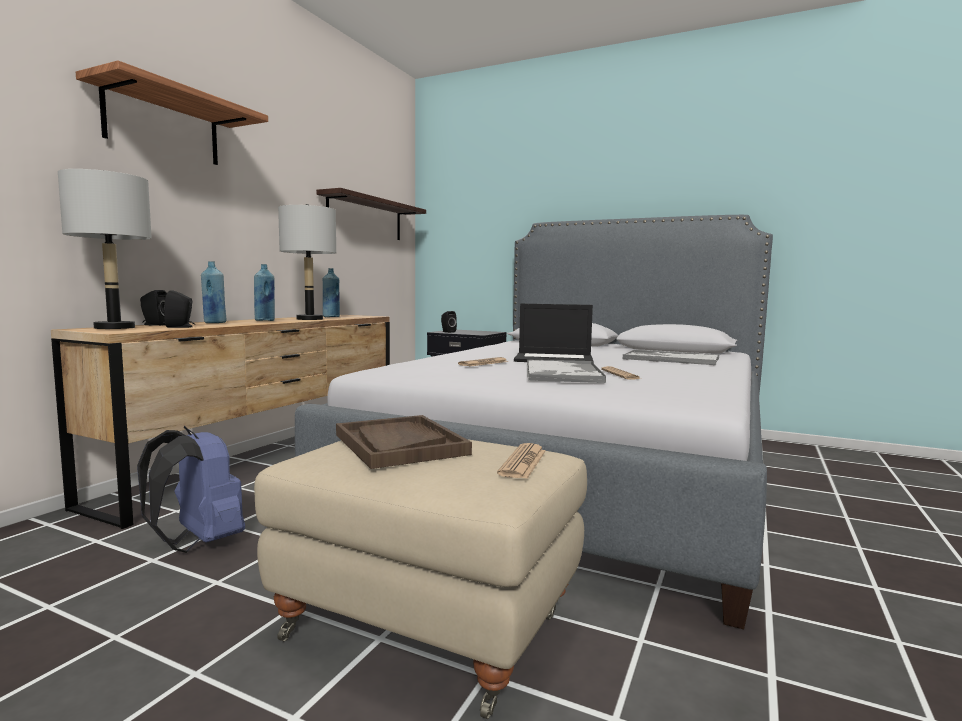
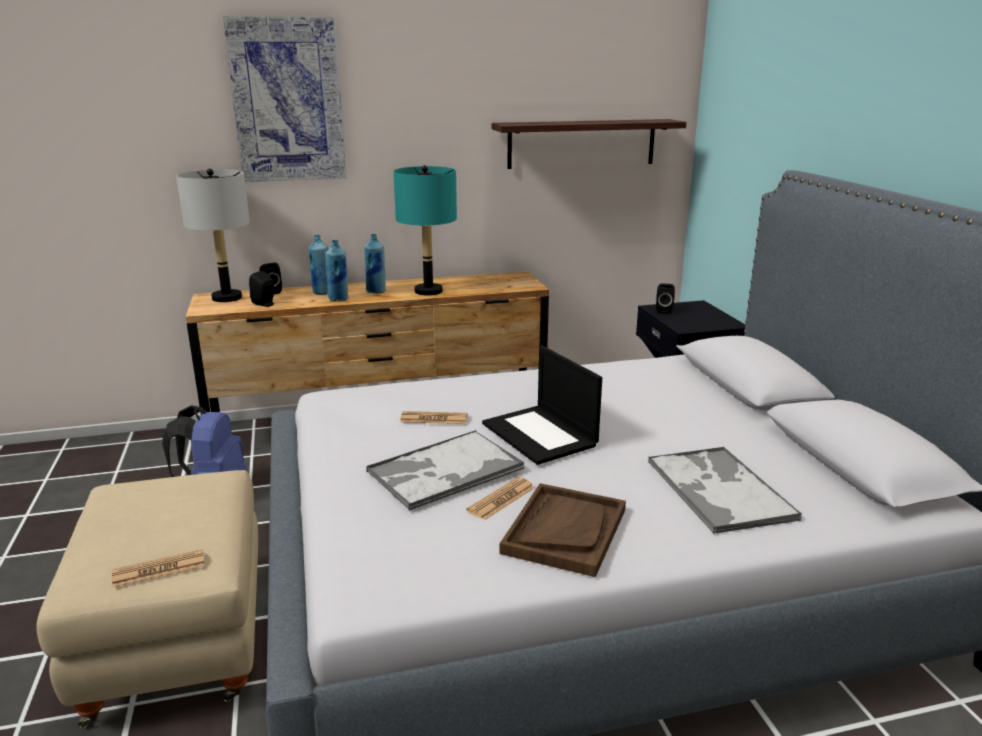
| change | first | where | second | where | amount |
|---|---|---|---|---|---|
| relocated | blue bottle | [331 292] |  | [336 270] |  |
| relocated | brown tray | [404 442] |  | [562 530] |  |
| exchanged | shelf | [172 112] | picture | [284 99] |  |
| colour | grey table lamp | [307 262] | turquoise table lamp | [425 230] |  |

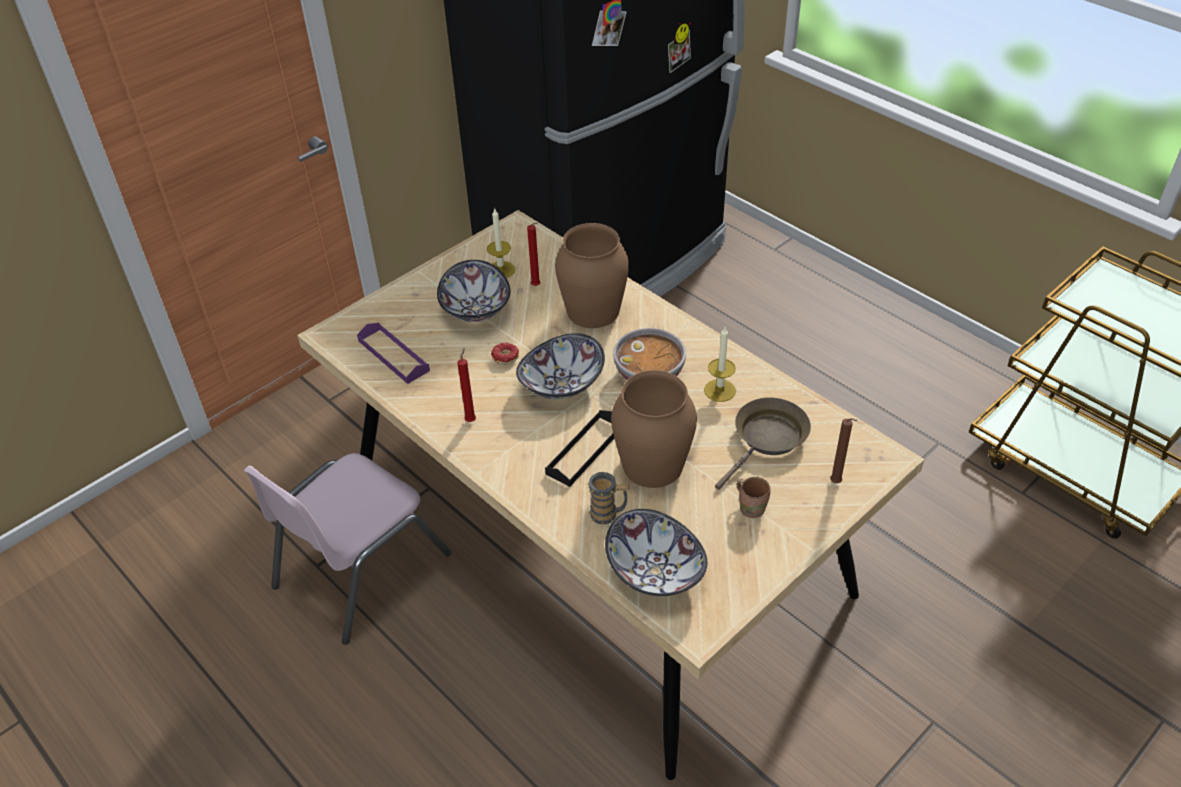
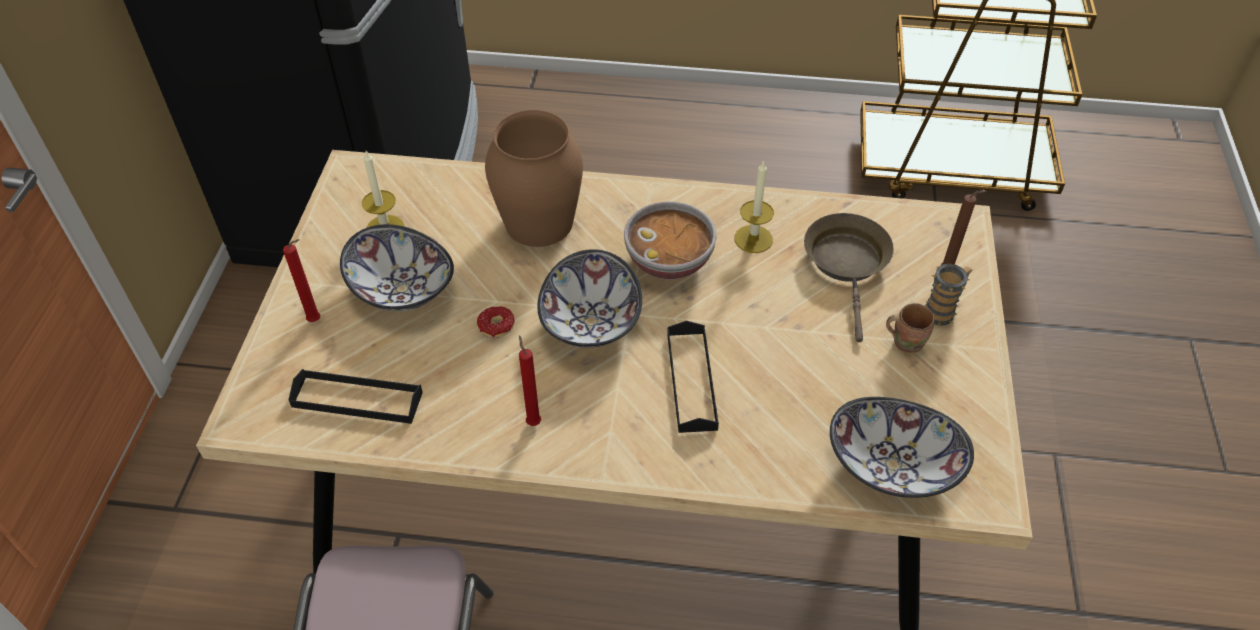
| change | first | where | second | where | amount |
|---|---|---|---|---|---|
| missing | brown vase | [654 429] |  |  |  |
| relocated | red candle | [534 254] |  | [301 280] |  |
| relocated | mug | [608 498] |  | [948 295] |  |
| colour | purple tray | [393 353] | black tray | [355 396] |  |

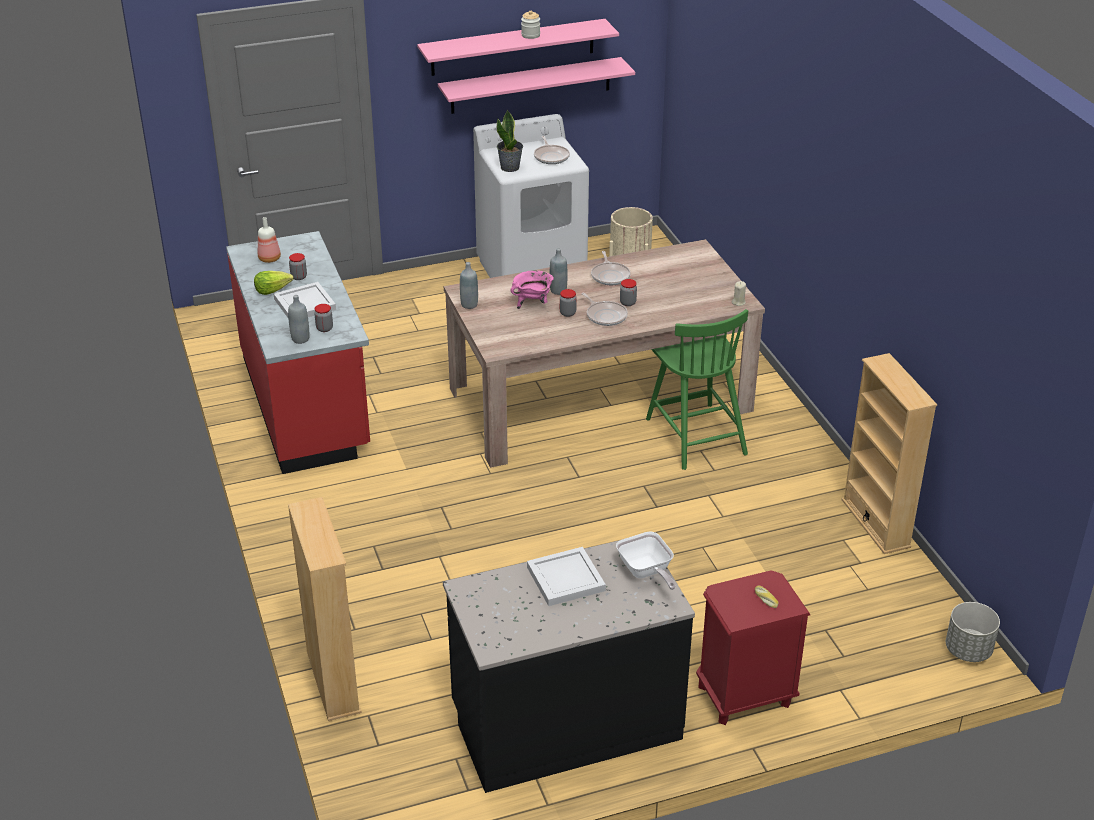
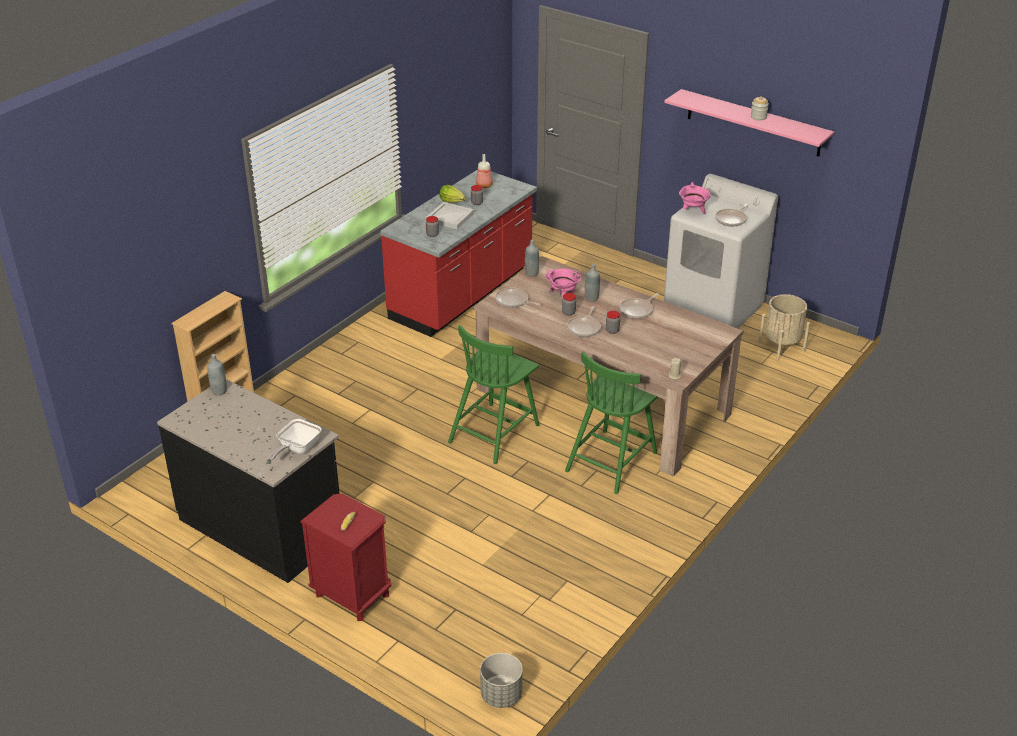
| change | first | where | second | where | amount |
|---|---|---|---|---|---|
| missing | pink shelf | [536 85] |  |  |  |
| missing | white tray | [566 576] |  |  |  |
| missing | beige bookcase | [889 453] |  |  |  |
| appeared |  |  | green chair | [493 394] |  |
| appeared |  |  | frying pan | [518 297] |  |
| relocated | grey bottle | [298 319] |  | [217 374] |  |
| exchanged | potted plant | [510 140] | pink cooking pot | [695 198] |  |

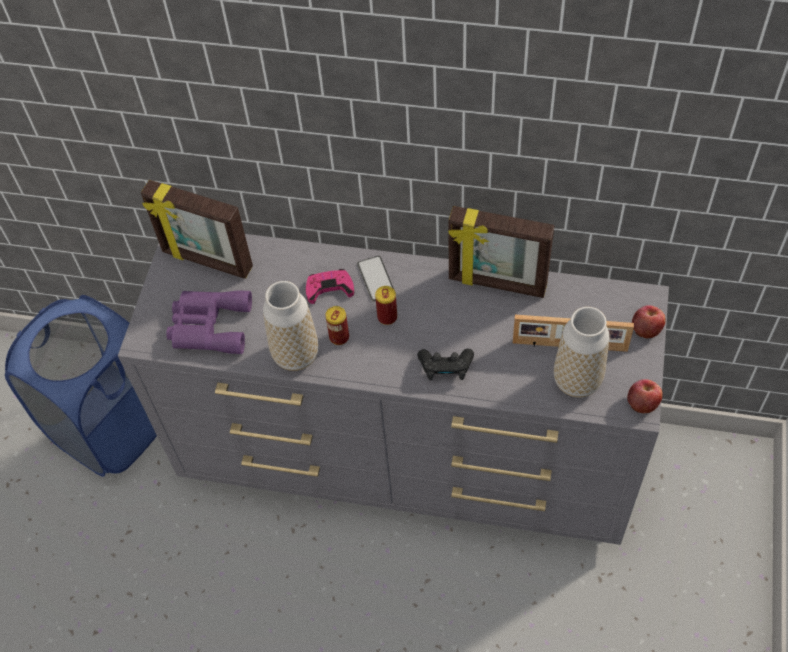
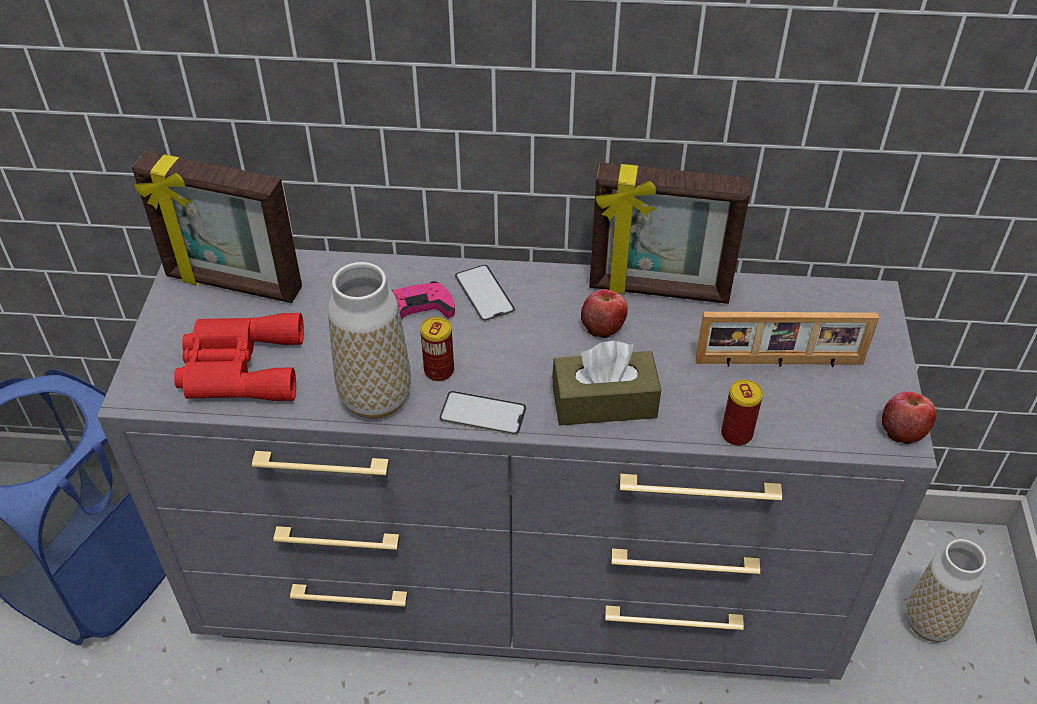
| change | first | where | second | where | amount |
|---|---|---|---|---|---|
| appeared |  |  | phone | [482 413] |  |
| relocated | can | [386 305] |  | [742 413] |  |
| relocated | vase | [581 352] |  | [946 590] |  |
| relocated | apple | [649 322] |  | [604 313] |  |
| exchanged | black game controller | [446 364] | brown tissue box | [606 383] |  |
| colour | purple binoculars | [209 322] | red binoculars | [239 357] |  |

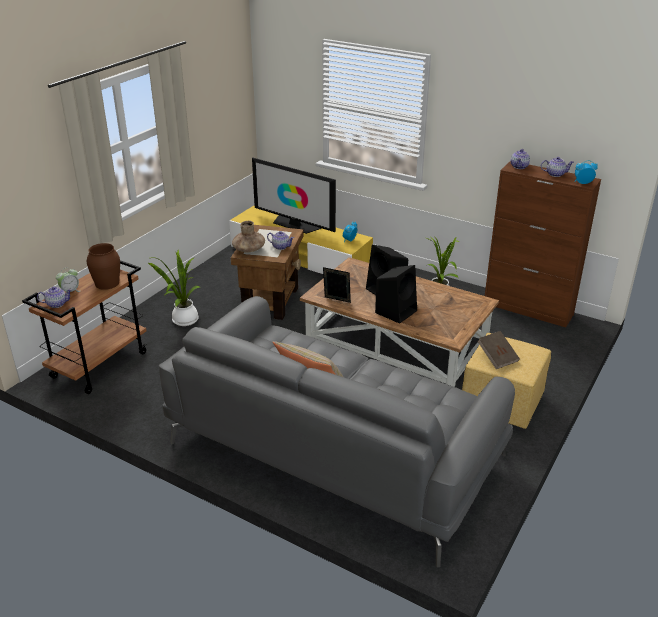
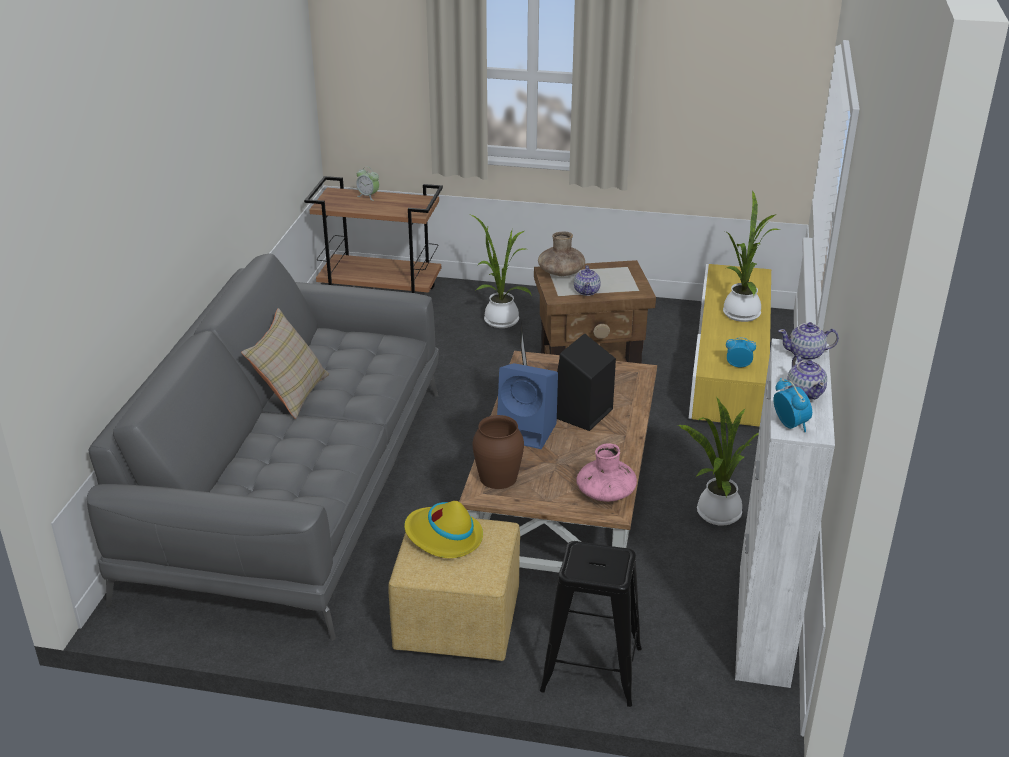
| change | first | where | second | where | amount |
|---|---|---|---|---|---|
| missing | teapot | [54 297] |  |  |  |
| appeared |  |  | black stool | [591 624] |  |
| appeared |  |  | pink vase | [606 472] |  |
| relocated | brown vase | [103 266] |  | [498 452] |  |
| exchanged | television | [294 195] | potted plant | [752 256] |  |
| exchanged | brown book | [498 350] | yellow hat | [443 529] |  |
| colour | black speaker | [396 294] | blue speaker | [527 406] |  |
| colour | brown cabinet | [543 244] | white cabinet | [785 513] |  |

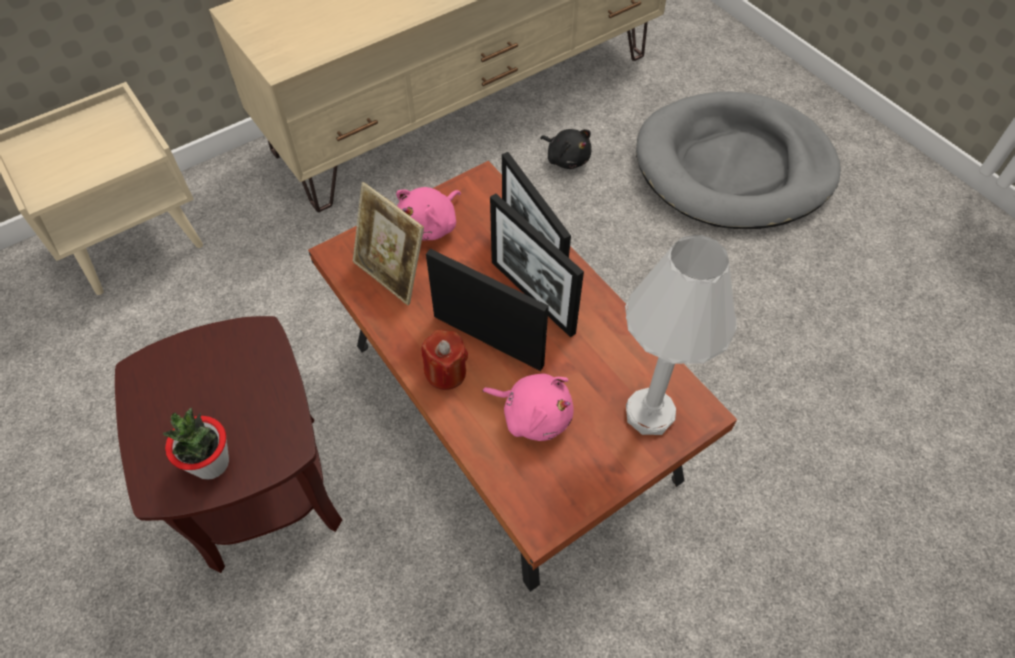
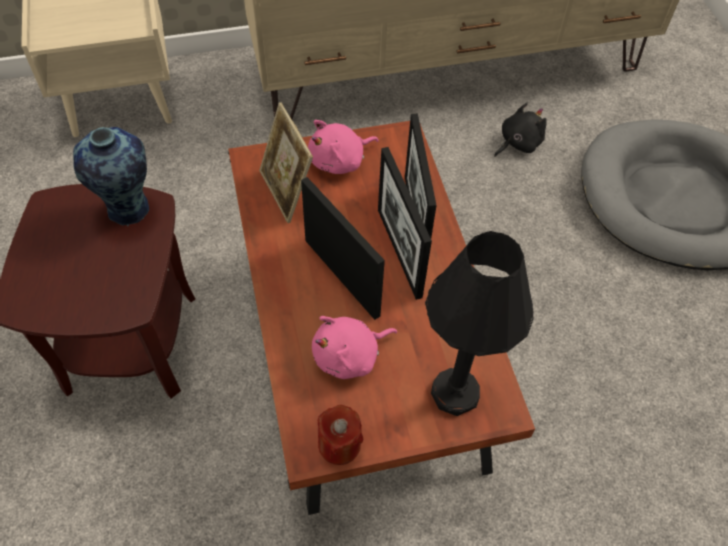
| change | first | where | second | where | amount |
|---|---|---|---|---|---|
| missing | potted plant | [196 444] |  |  |  |
| appeared |  |  | vase | [111 176] |  |
| relocated | red candle | [444 360] |  | [341 435] |  |
| colour | white table lamp | [681 335] | black table lamp | [479 323] |  |
| spun | pink plush toy | [528 407] |  | [354 347] | 105 degrees clockwise |
| spun | black plush toy | [565 149] |  | [520 130] | 105 degrees counterclockwise |

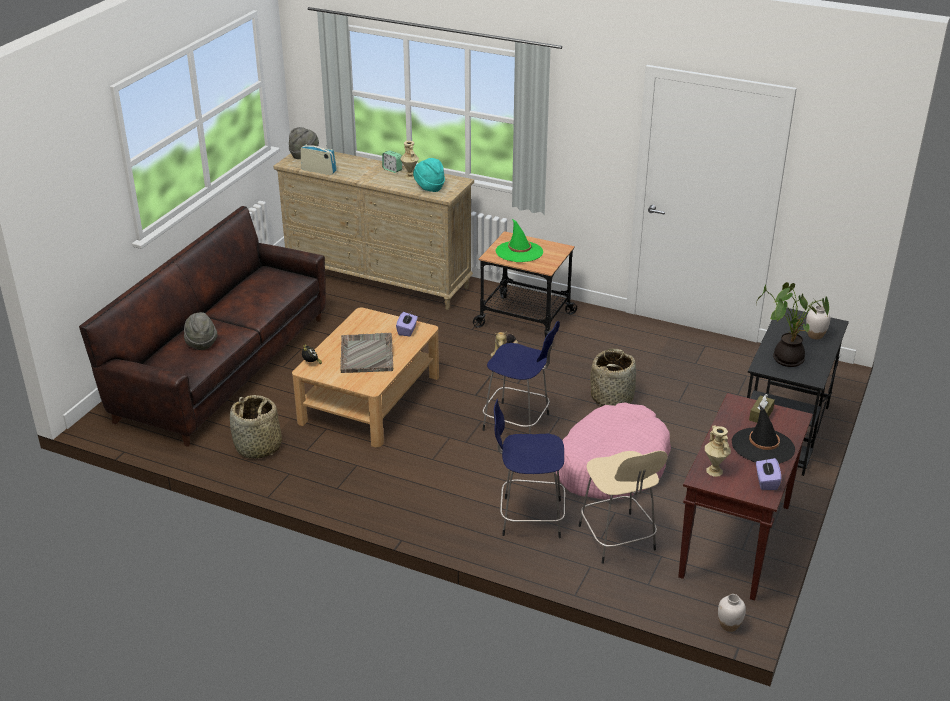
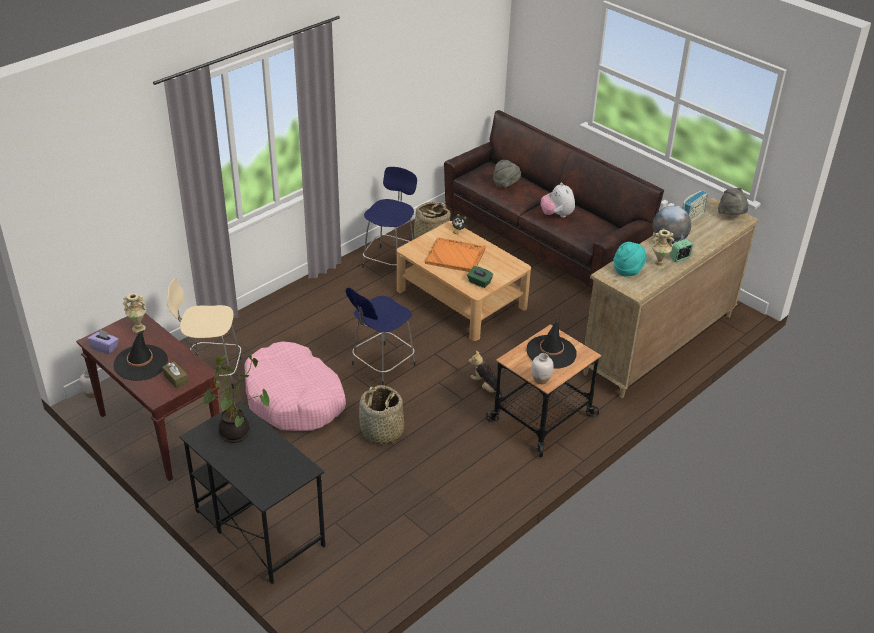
| change | first | where | second | where | amount |
|---|---|---|---|---|---|
| appeared |  |  | plush toy | [557 200] |  |
| appeared |  |  | globe | [672 225] |  |
| relocated | blue stool | [529 468] |  | [389 217] |  |
| relocated | white vase | [818 322] |  | [542 368] |  |
| colour | grey tray | [367 353] | orange tray | [455 255] |  |
| colour | purple tissue box | [407 324] | green tissue box | [480 277] |  |
| colour | green hat | [519 240] | black hat | [551 343] |  |

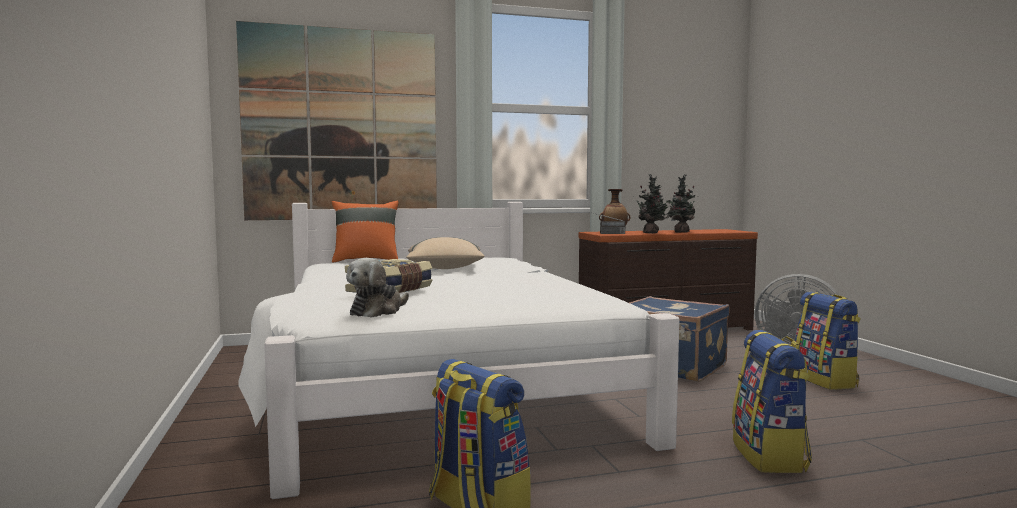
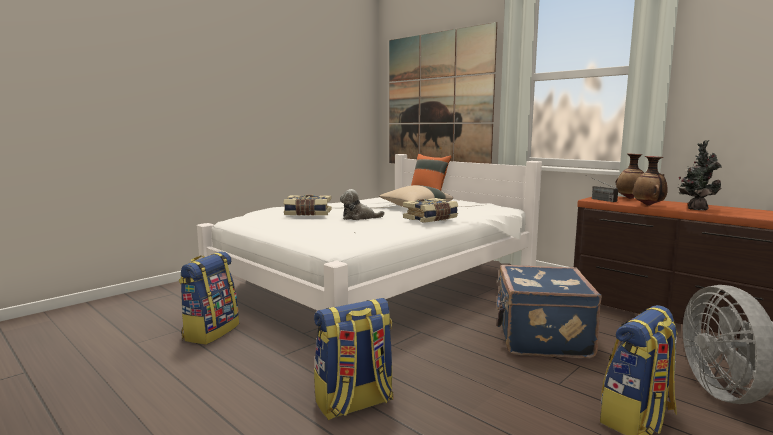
| change | first | where | second | where | amount |
|---|---|---|---|---|---|
| appeared |  |  | book | [430 210] |  |
| relocated | plush toy | [377 288] |  | [362 204] |  |
| exchanged | potted plant | [655 203] | vase | [650 181] |  |

